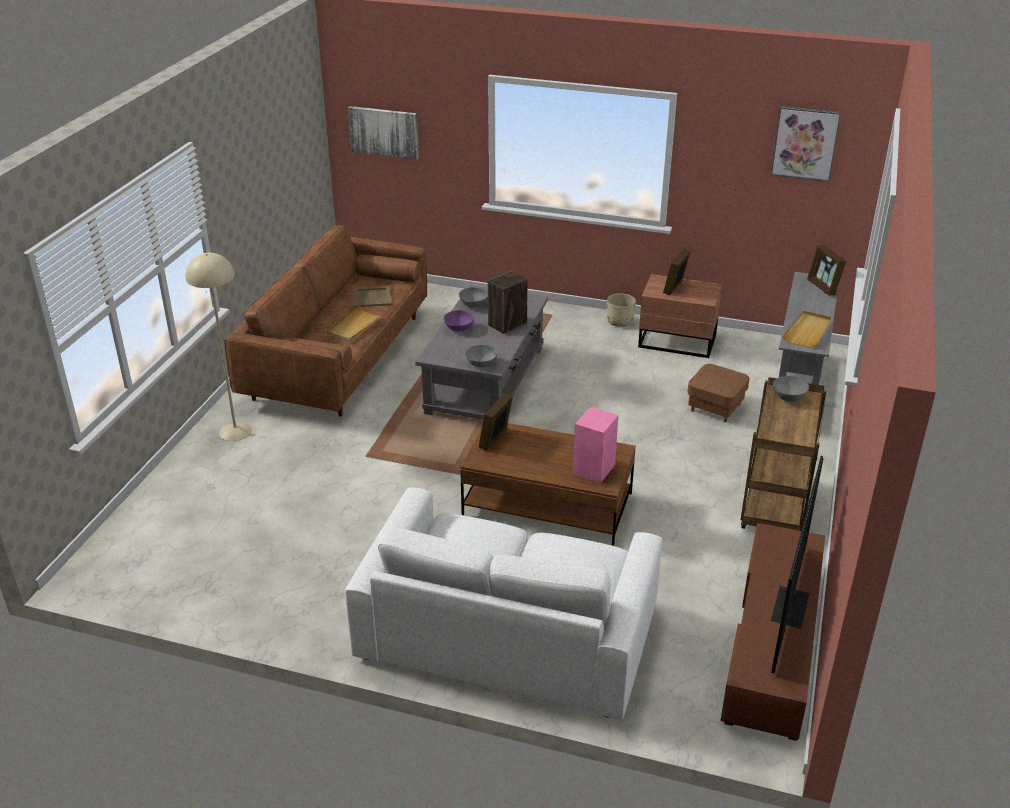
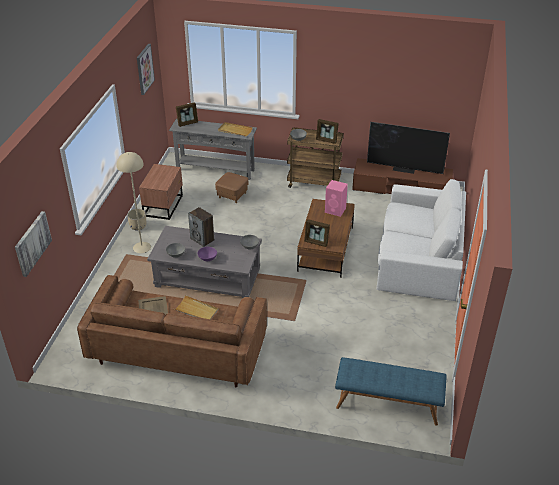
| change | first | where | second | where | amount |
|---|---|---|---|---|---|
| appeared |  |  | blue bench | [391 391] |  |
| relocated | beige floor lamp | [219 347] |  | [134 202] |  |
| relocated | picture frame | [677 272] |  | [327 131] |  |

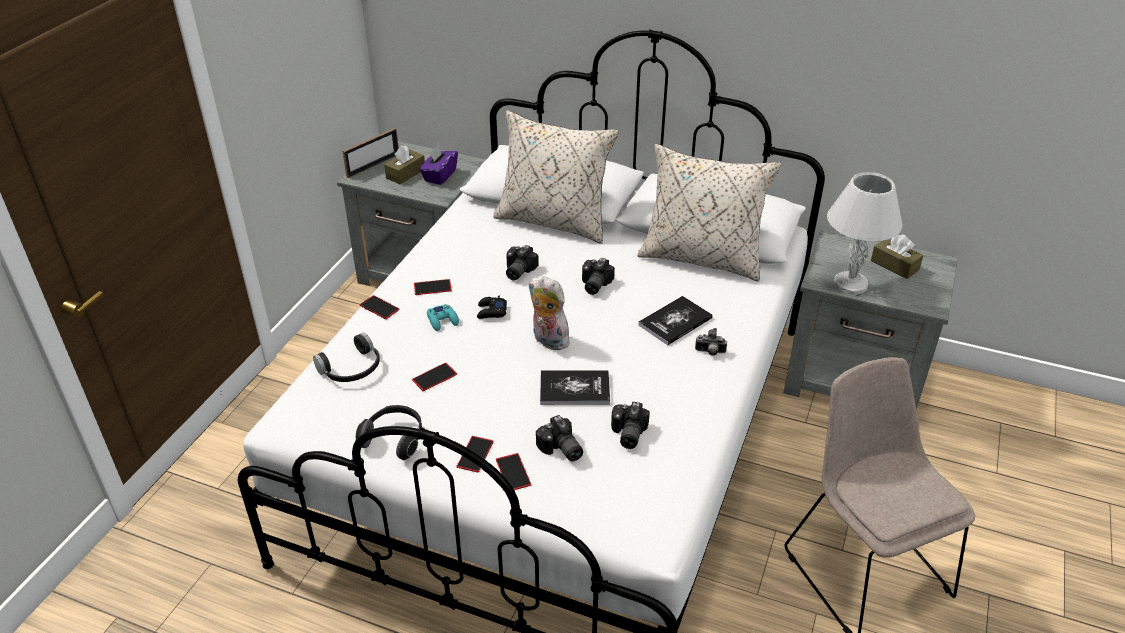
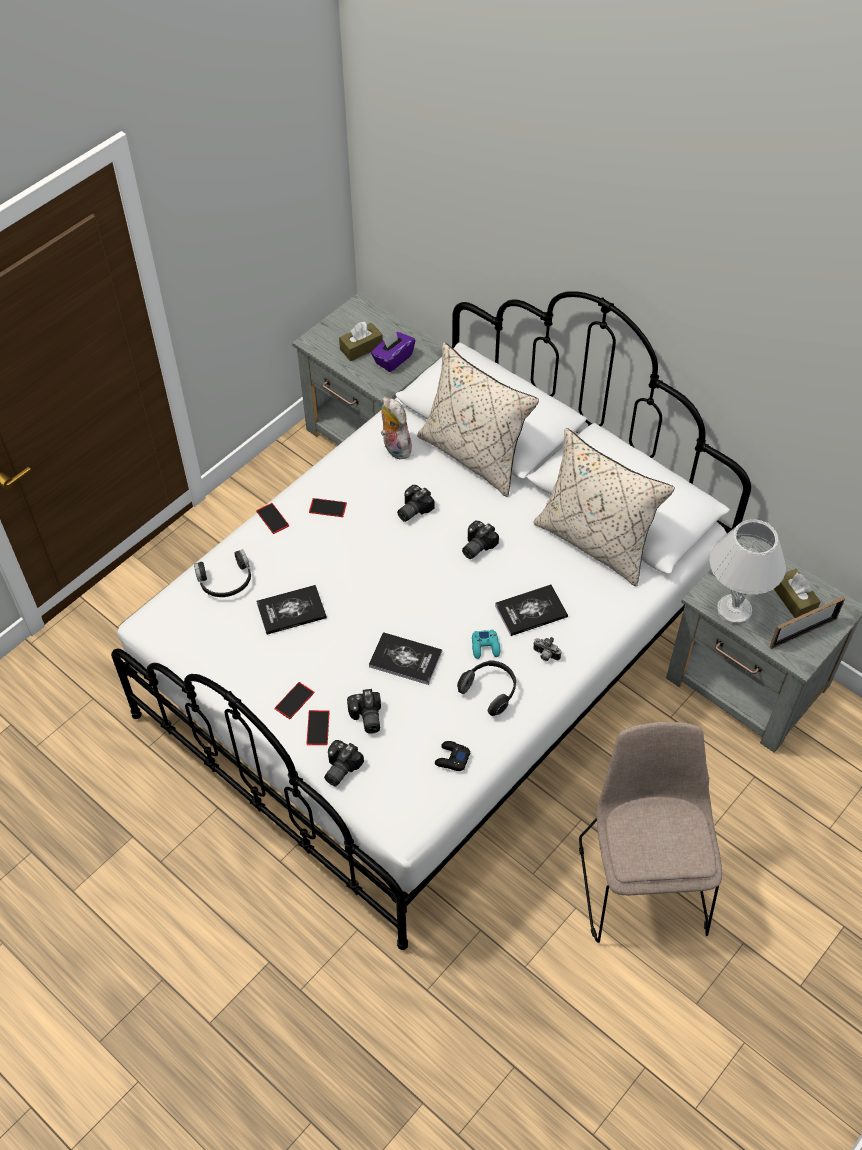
| change | first | where | second | where | amount |
|---|---|---|---|---|---|
| relocated | picture frame | [370 153] |  | [807 623] |  |
| relocated | headphones | [389 432] |  | [486 688] |  |
| relocated | turquoise game controller | [443 317] |  | [486 644] |  |
| relocated | black game controller | [492 307] |  | [453 756] |  |
| relocated | plush toy | [549 313] |  | [396 428] |  |
| relocated | photo camera | [630 425] |  | [344 763] |  |
| exchanged | phone | [434 377] | book | [291 610] |  |

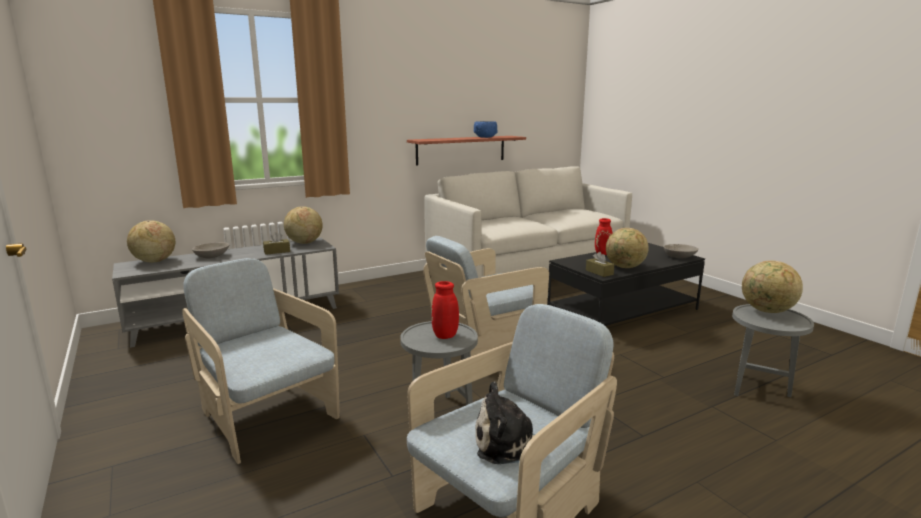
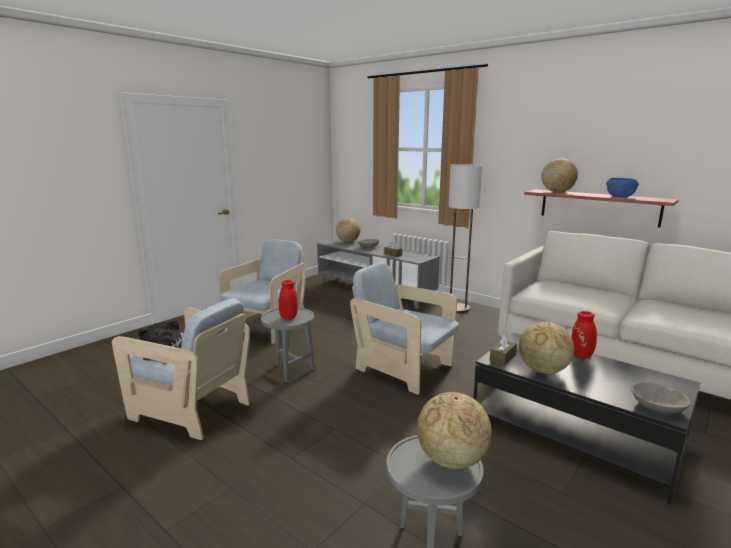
| change | first | where | second | where | amount |
|---|---|---|---|---|---|
| appeared |  |  | floor lamp | [465 238] |  |
| relocated | globe | [303 225] |  | [559 175] |  |

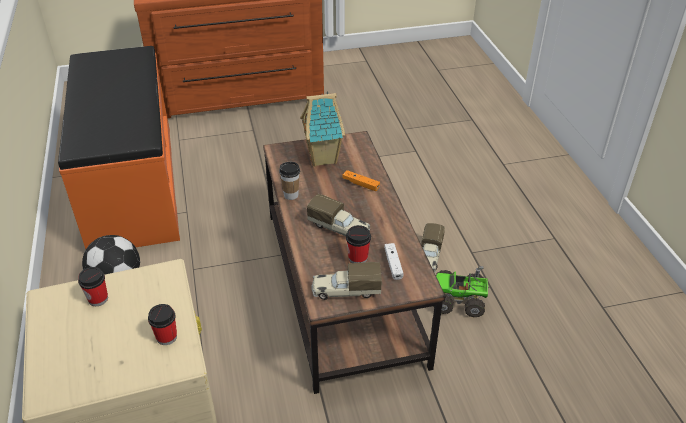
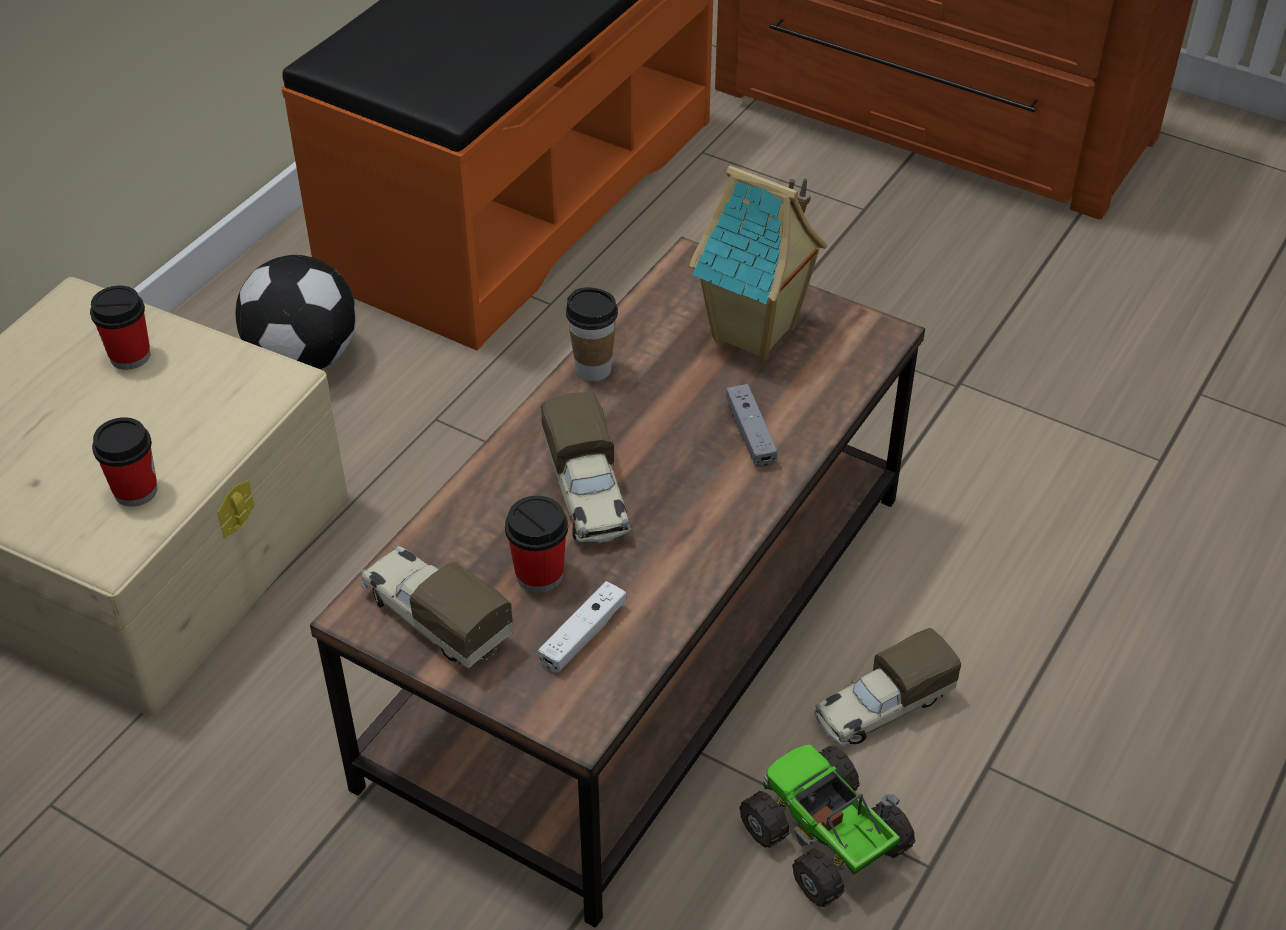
| change | first | where | second | where | amount |
|---|---|---|---|---|---|
| colour | orange game controller | [361 180] | grey game controller | [752 425] |  |

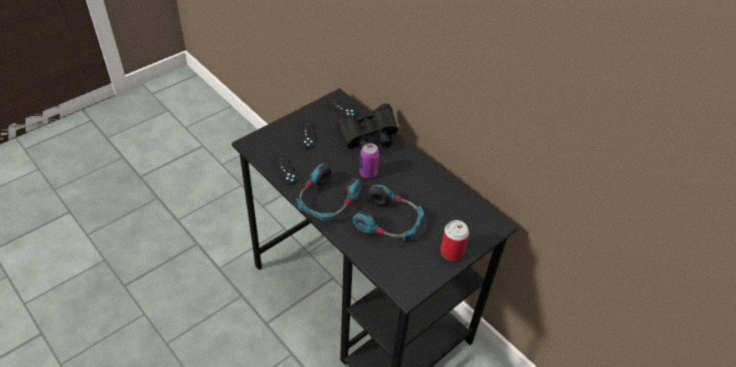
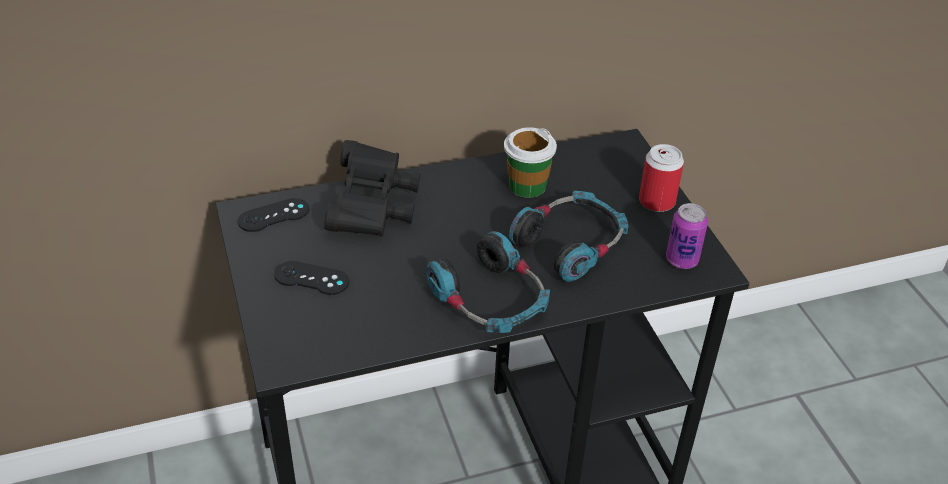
| change | first | where | second | where | amount |
|---|---|---|---|---|---|
| missing | black game controller | [285 170] |  |  |  |
| appeared |  |  | cup | [530 162] |  |
| relocated | can | [369 160] |  | [687 236] |  |

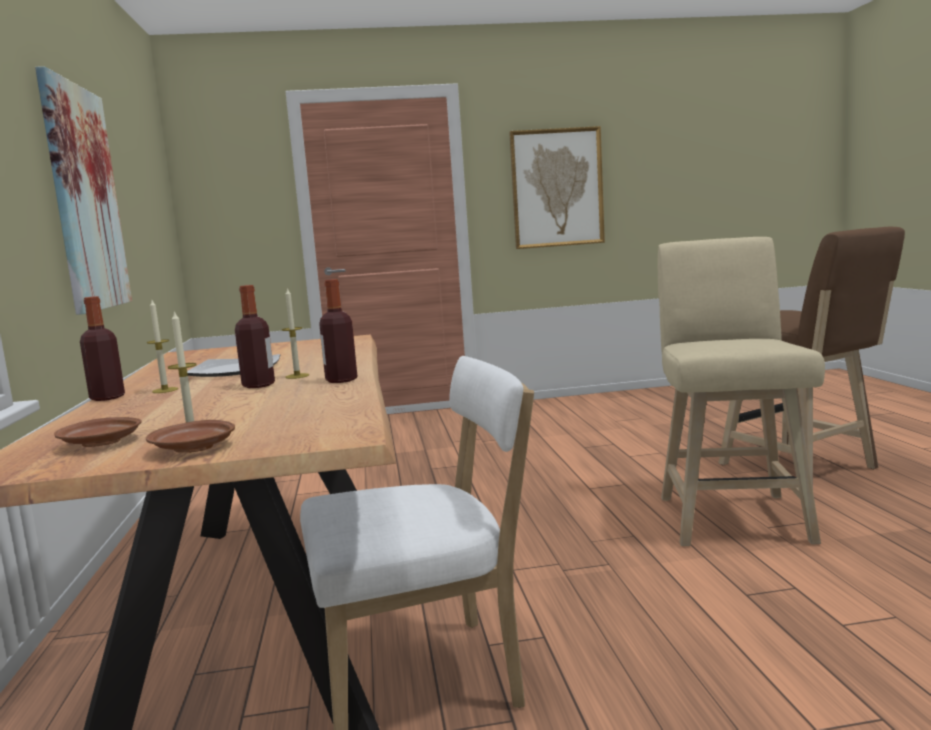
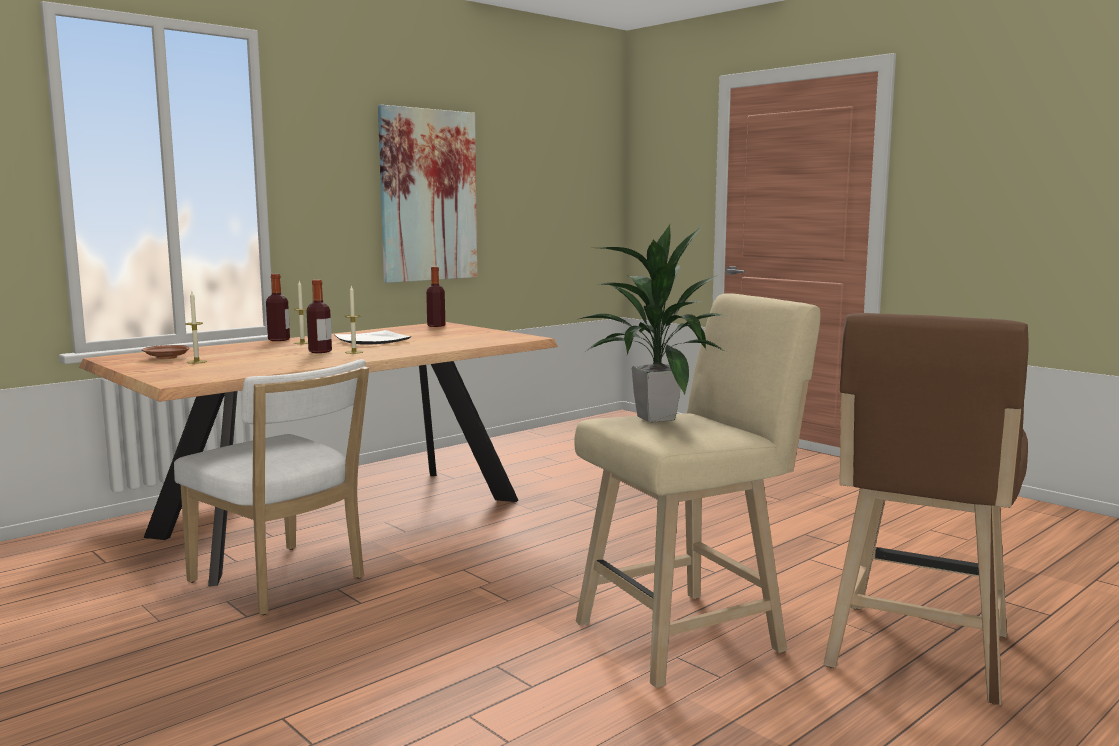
| change | first | where | second | where | amount |
|---|---|---|---|---|---|
| missing | brown plate | [190 436] |  |  |  |
| missing | picture | [557 187] |  |  |  |
| appeared |  |  | potted plant | [651 323] |  |
| relocated | bottle | [338 331] |  | [435 297] |  |

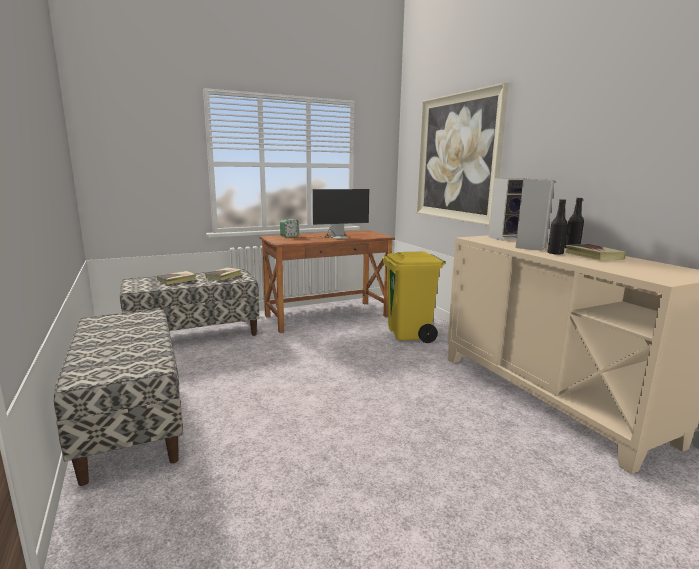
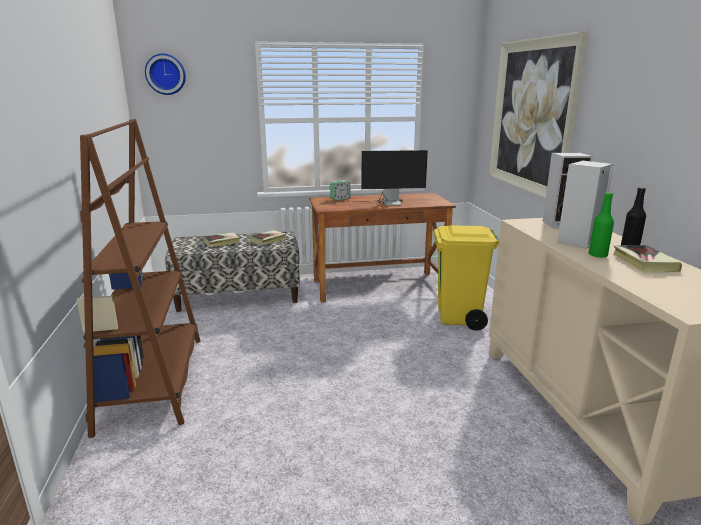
| change | first | where | second | where | amount |
|---|---|---|---|---|---|
| appeared |  |  | wall clock | [165 74] |  |
| exchanged | bench | [118 397] | brown bookcase | [138 278] |  |
| colour | black bottle | [558 227] | green bottle | [601 225] |  |

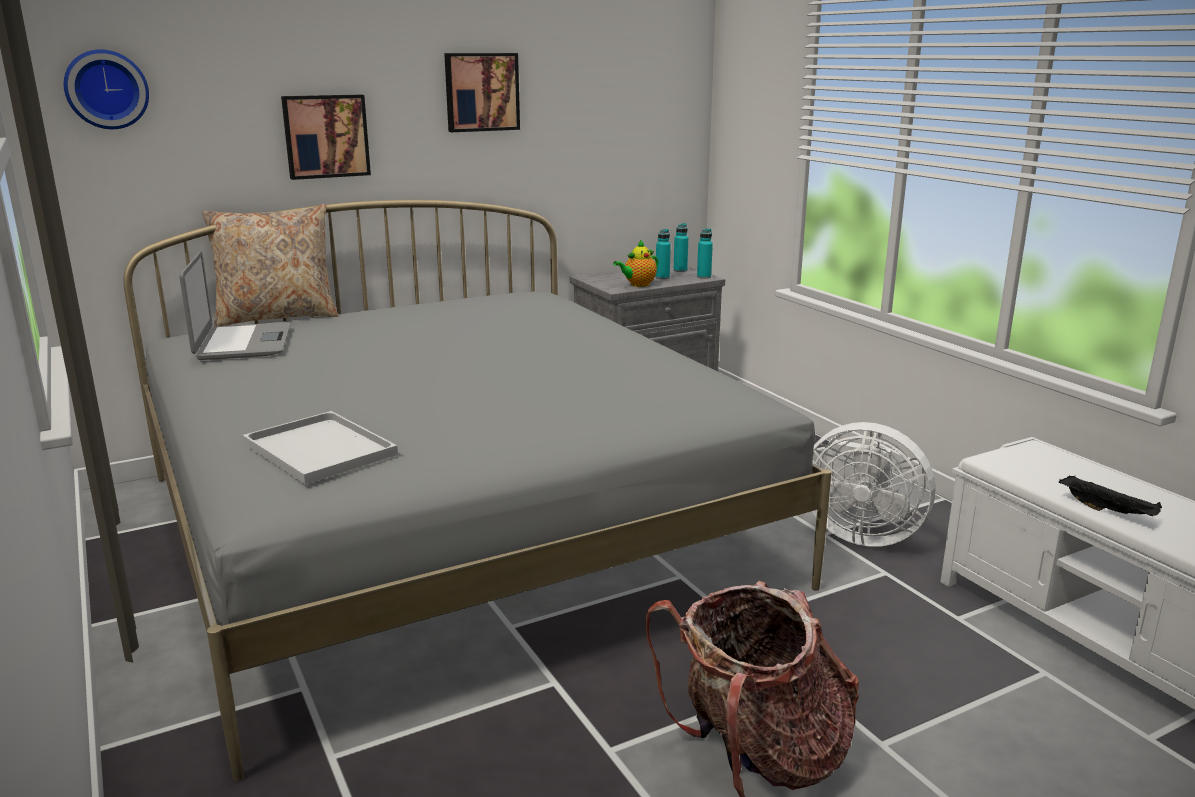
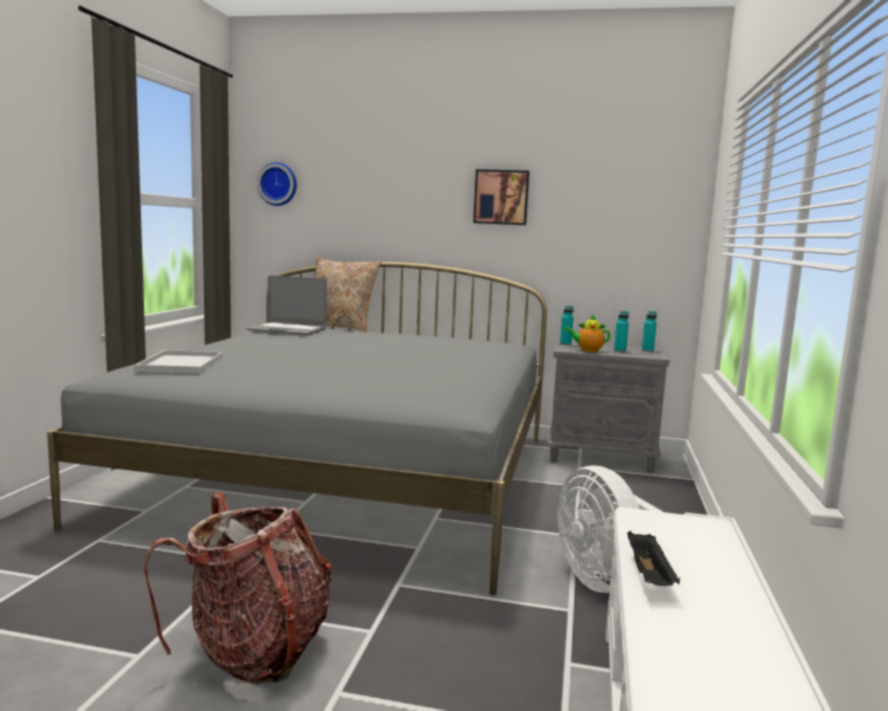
| change | first | where | second | where | amount |
|---|---|---|---|---|---|
| missing | picture | [326 137] |  |  |  |
| relocated | turquoise bottle | [705 253] |  | [566 325] |  |
| spun | laptop | [235 306] |  | [286 305] | 75 degrees clockwise |

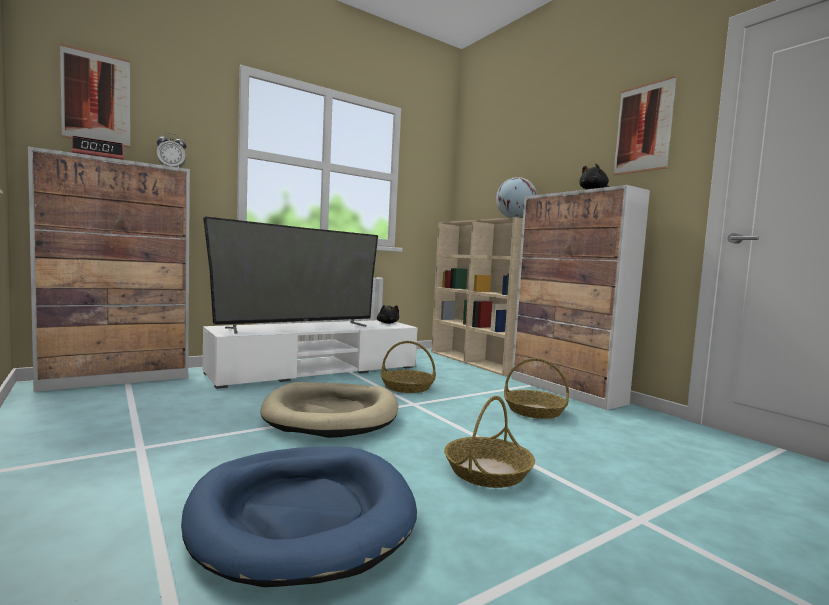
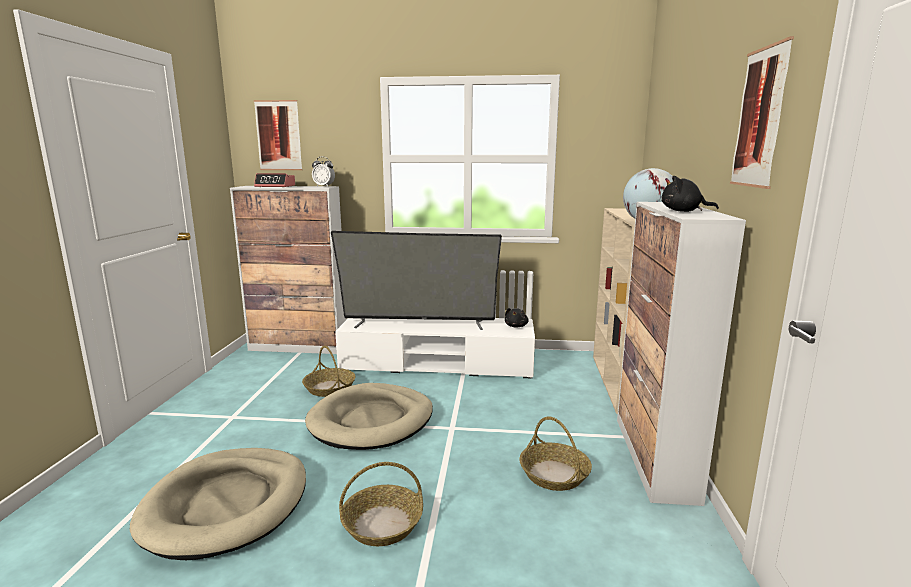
| change | first | where | second | where | amount |
|---|---|---|---|---|---|
| relocated | basket | [408 367] |  | [329 371] |  |
| colour | blue dog bed | [299 516] | beige dog bed | [218 504] |  |

